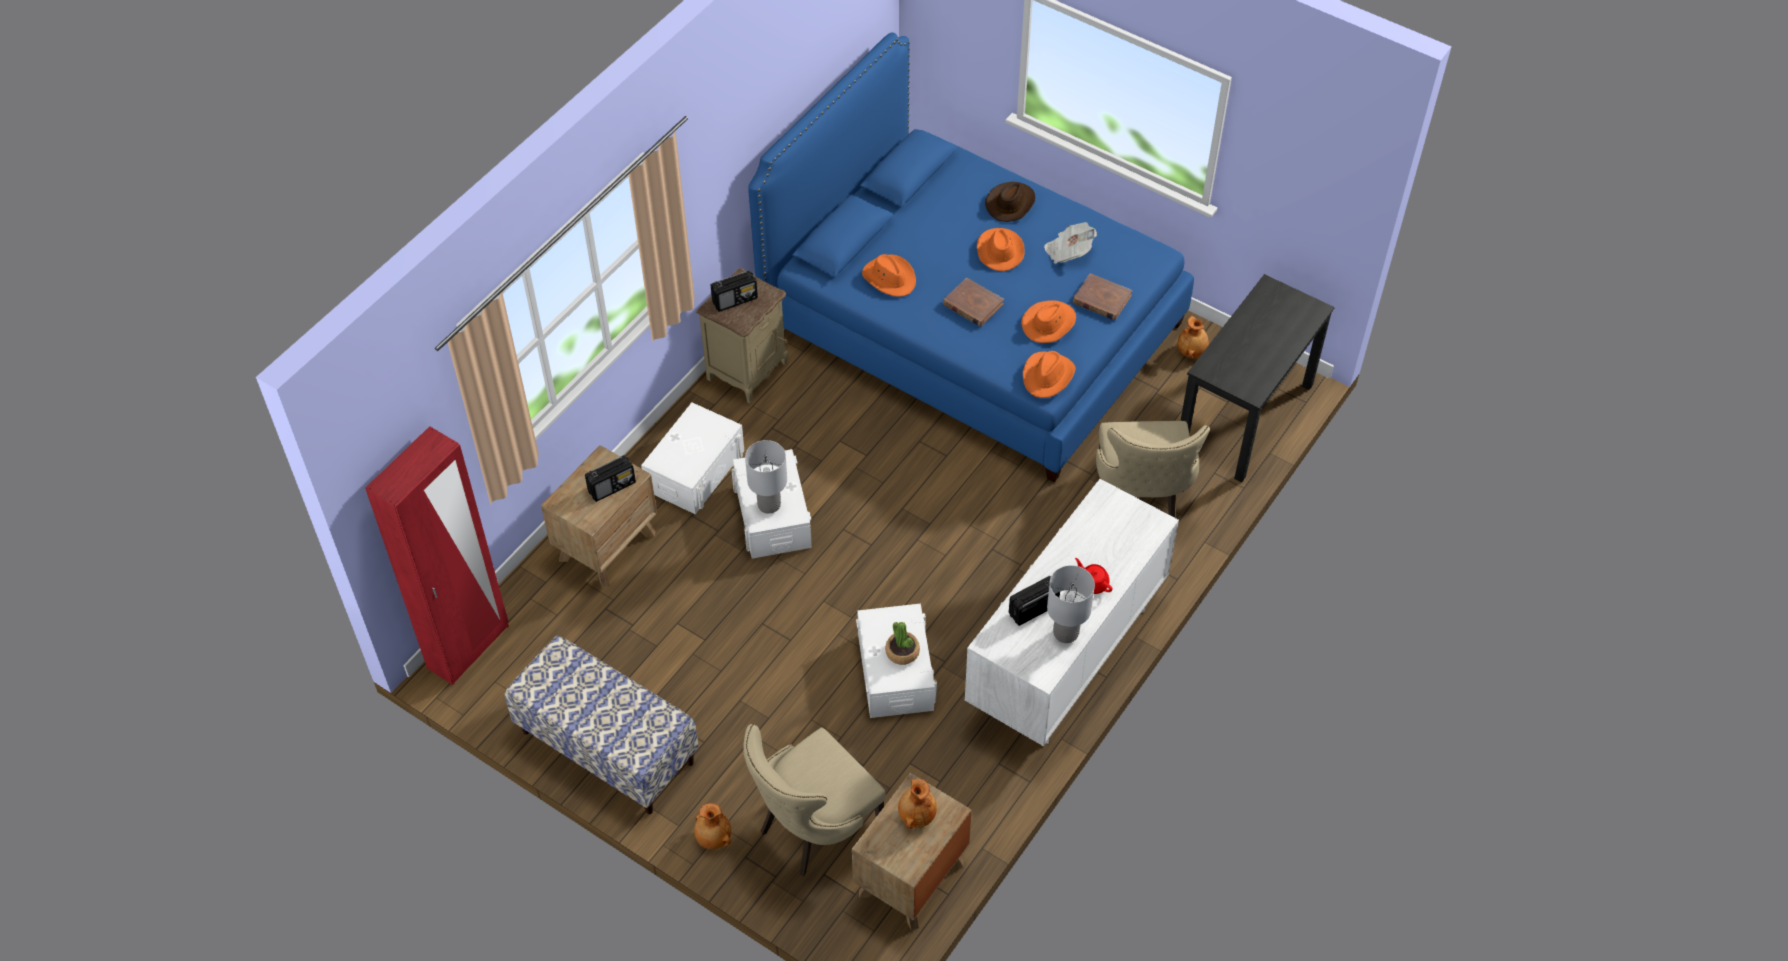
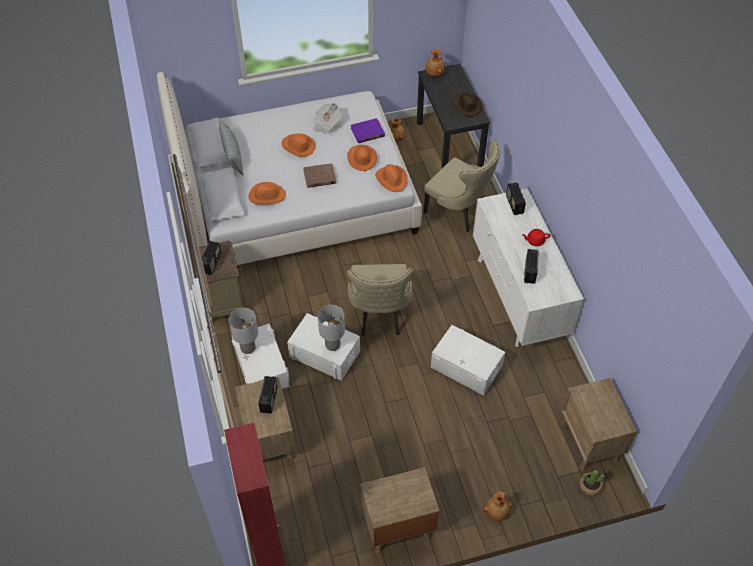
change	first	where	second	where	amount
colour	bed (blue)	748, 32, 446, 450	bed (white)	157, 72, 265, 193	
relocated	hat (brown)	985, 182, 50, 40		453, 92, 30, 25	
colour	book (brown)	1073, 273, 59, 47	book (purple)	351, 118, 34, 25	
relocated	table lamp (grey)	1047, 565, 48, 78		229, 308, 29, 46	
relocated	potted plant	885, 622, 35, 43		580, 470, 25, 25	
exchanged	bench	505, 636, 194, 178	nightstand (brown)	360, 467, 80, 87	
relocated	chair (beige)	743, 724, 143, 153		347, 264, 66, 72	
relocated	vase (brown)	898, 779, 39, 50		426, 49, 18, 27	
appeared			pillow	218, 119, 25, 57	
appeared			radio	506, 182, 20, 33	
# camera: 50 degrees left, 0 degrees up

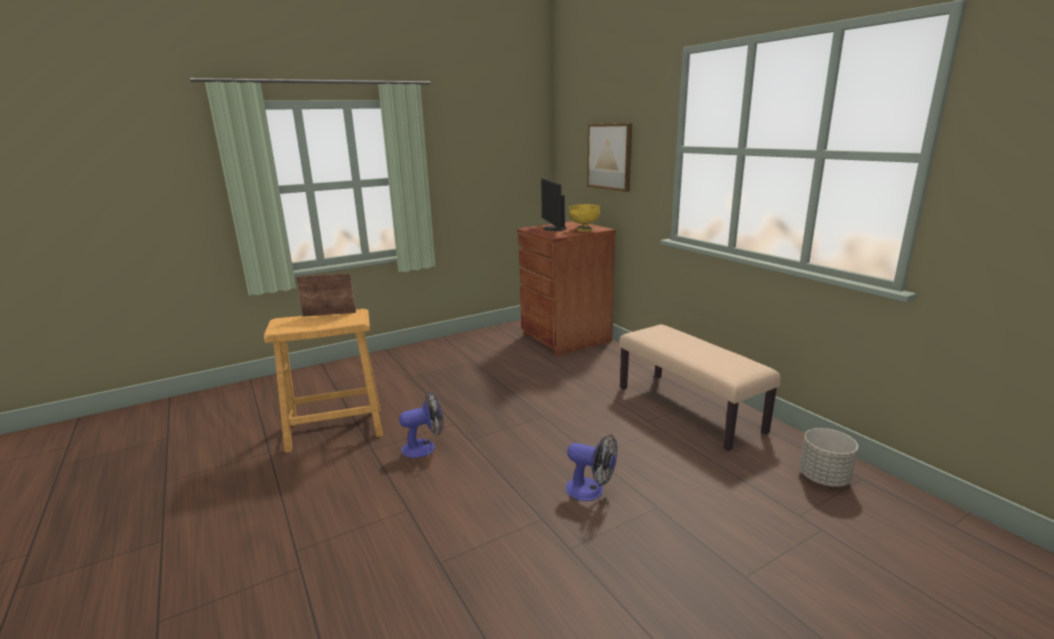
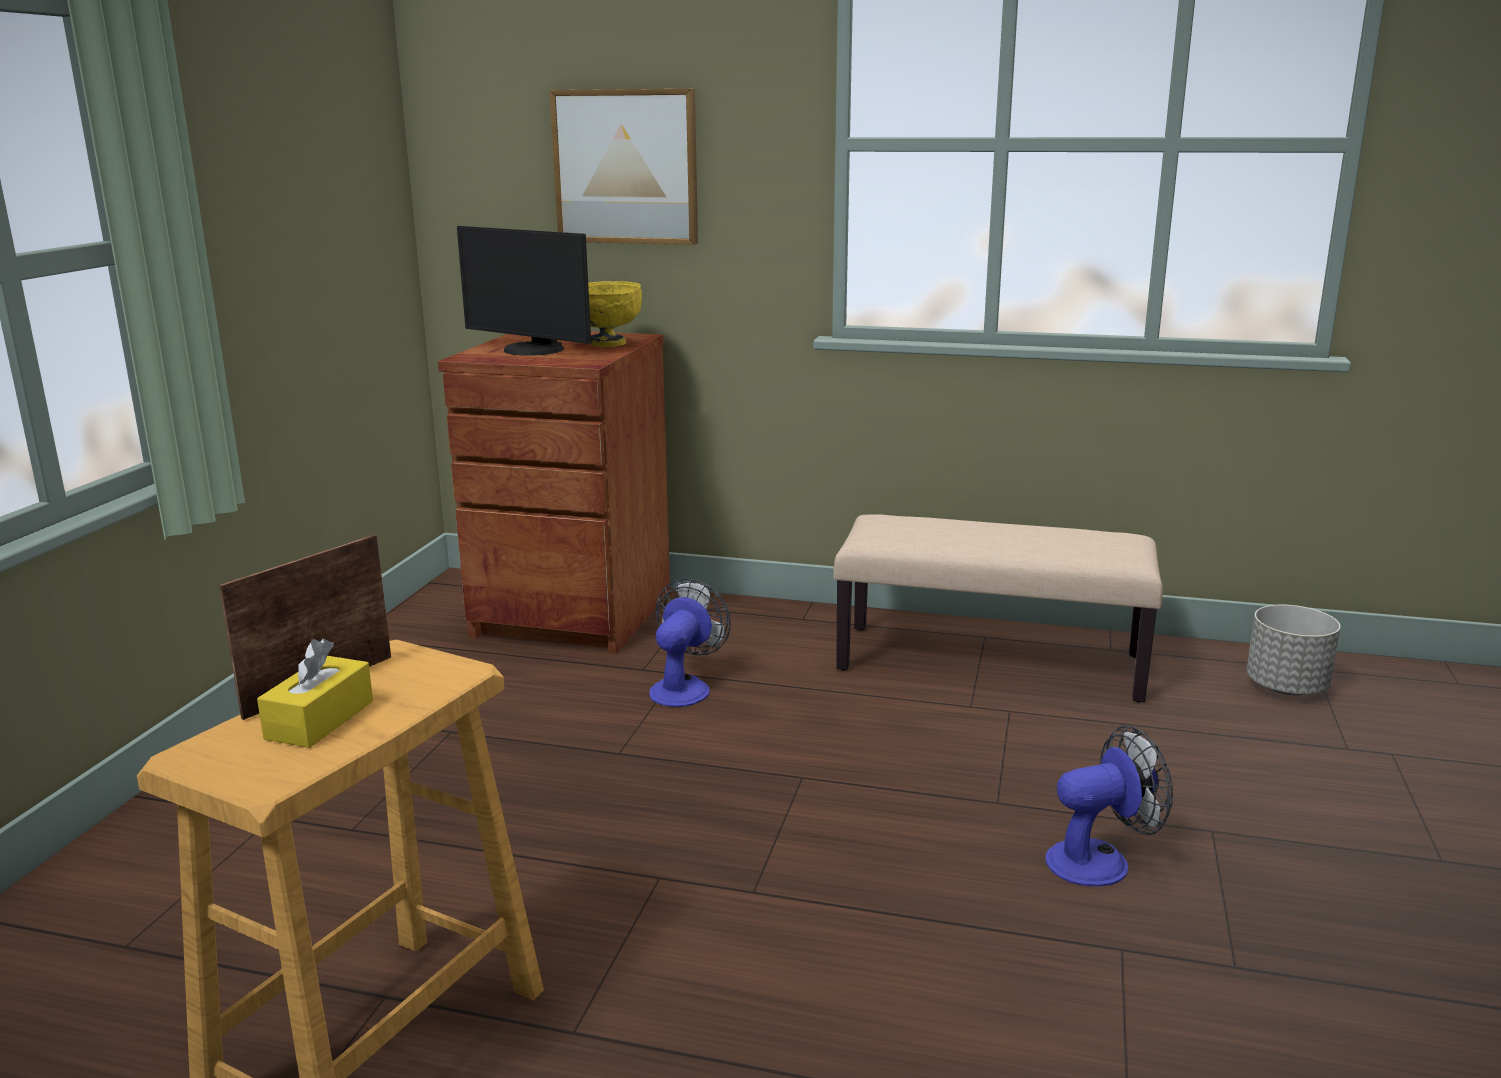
change	first	where	second	where	amount
relocated	fan	399, 392, 44, 66		649, 579, 82, 128	
appeared			tissue box (yellow)	257, 639, 116, 109	
# camera: 45 degrees left, 0 degrees up

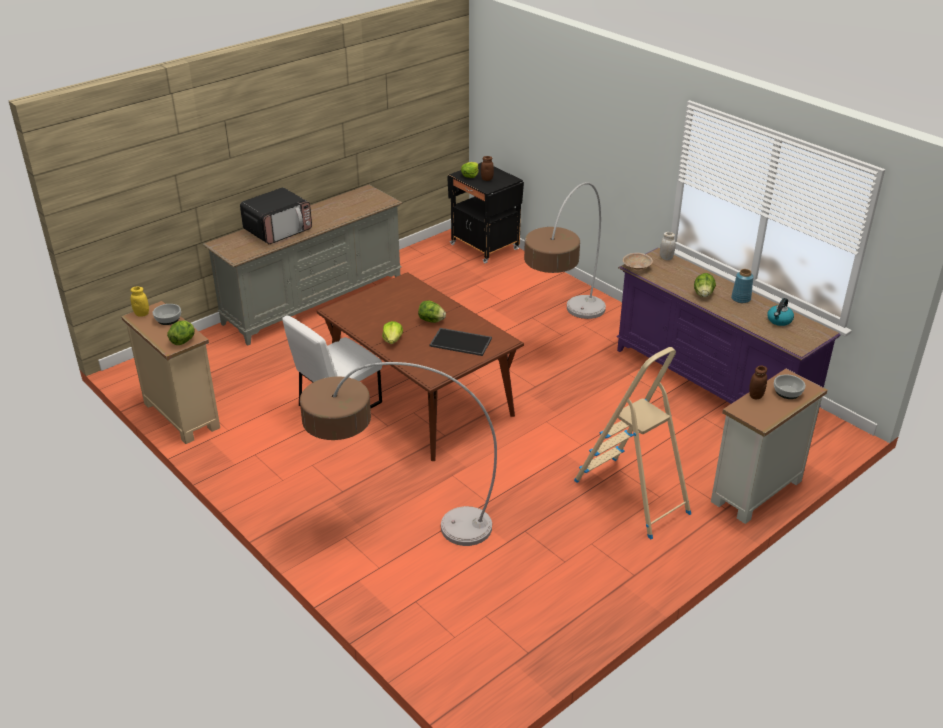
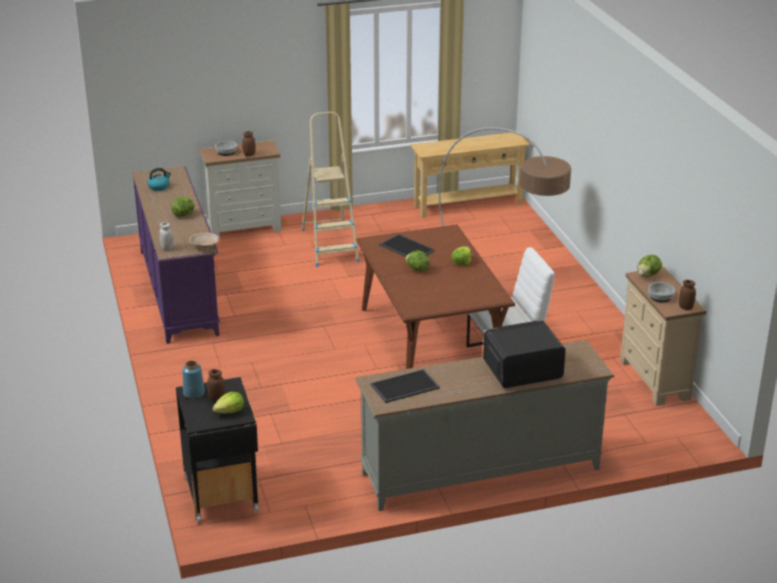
change	first	where	second	where	amount
missing	floor lamp	524, 182, 82, 137			
relocated	vase (blue)	731, 269, 23, 34		182, 360, 23, 39	
colour	jar (yellow)	131, 287, 18, 30	jar (brown)	679, 280, 17, 30	
appeared			console table (beige)	410, 132, 121, 86	
appeared			tray	370, 369, 70, 34	
# camera: 155 degrees left, 5 degrees down

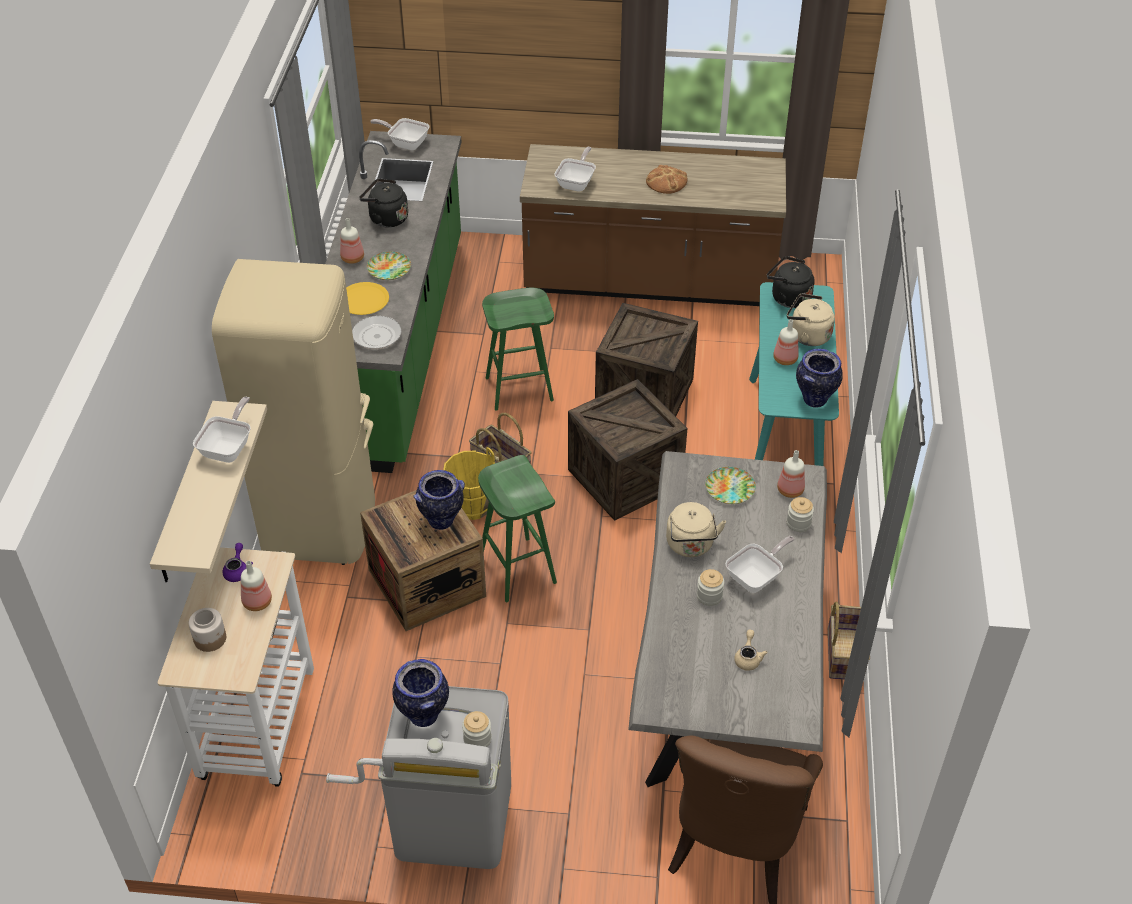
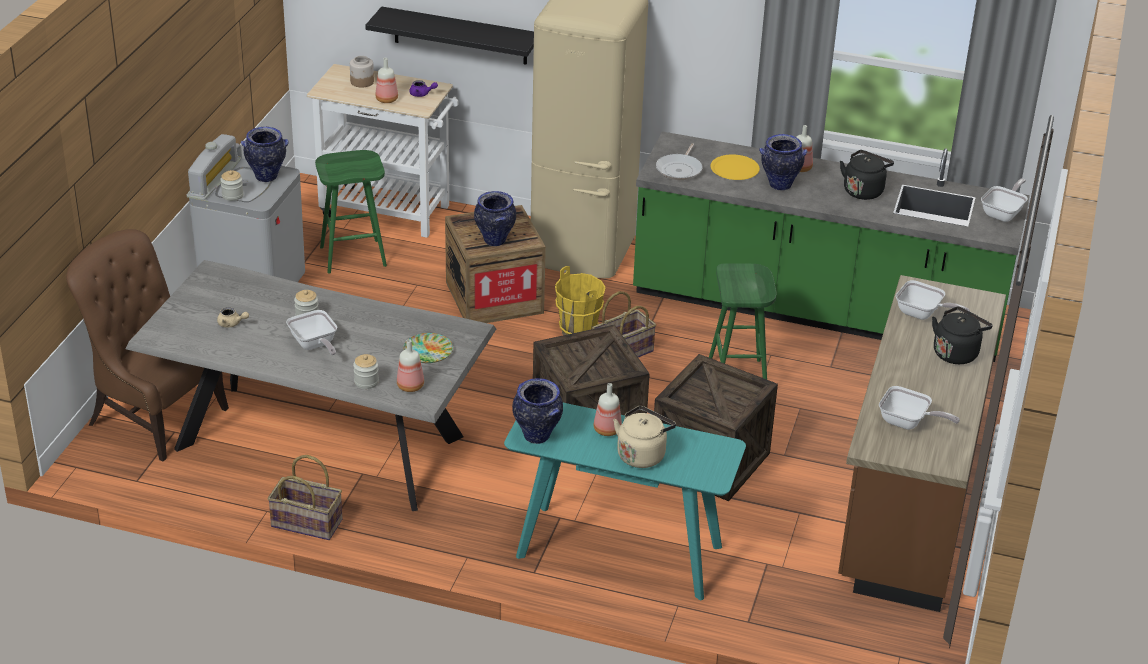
change	first	where	second	where	amount
missing	bread	646, 165, 42, 29			
exchanged	plate	367, 252, 44, 28	vase	759, 134, 49, 56	
relocated	kettle (black)	767, 256, 48, 52		932, 306, 61, 58	
relocated	frying pan	193, 397, 58, 66		879, 386, 81, 44	
colour	shelf (beige)	150, 401, 117, 181	shelf (black)	365, 7, 169, 58	
relocated	stool (green)	478, 455, 79, 147		315, 150, 72, 124	
missing	kettle (beige)	666, 502, 60, 55			
# camera: 100 degrees right, 10 degrees down

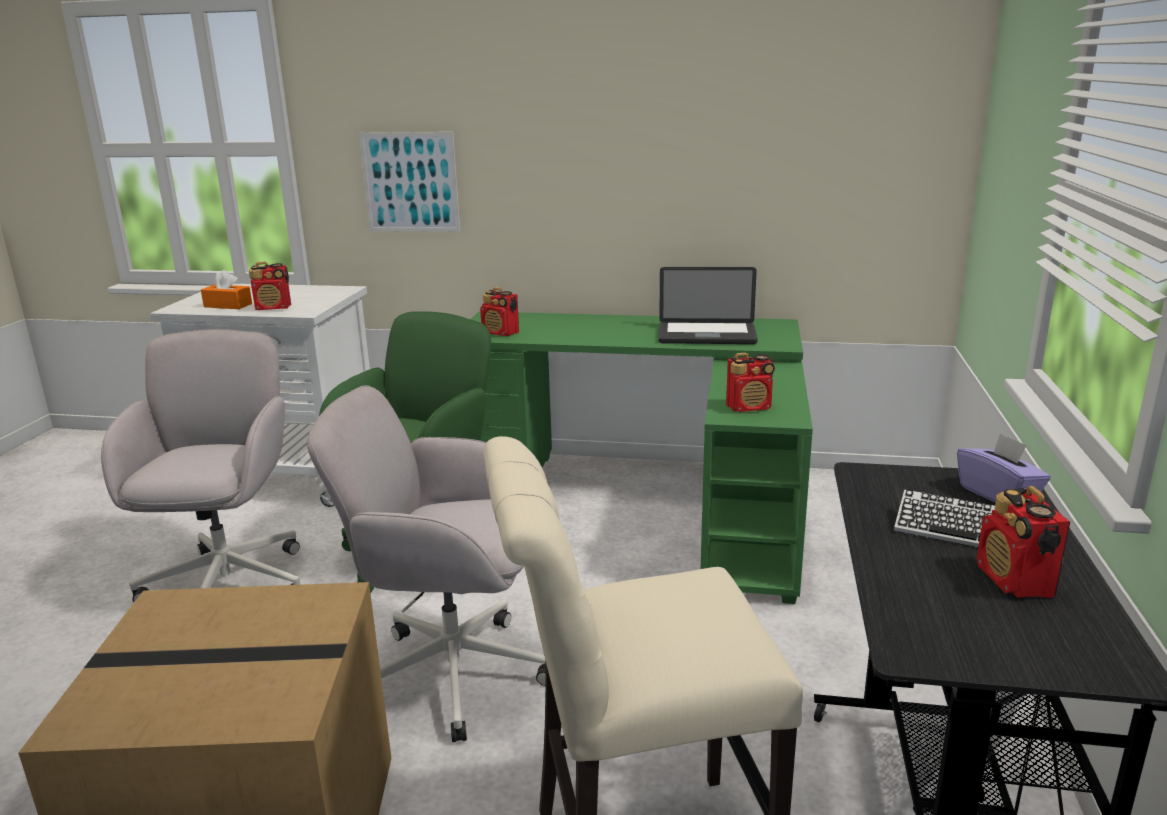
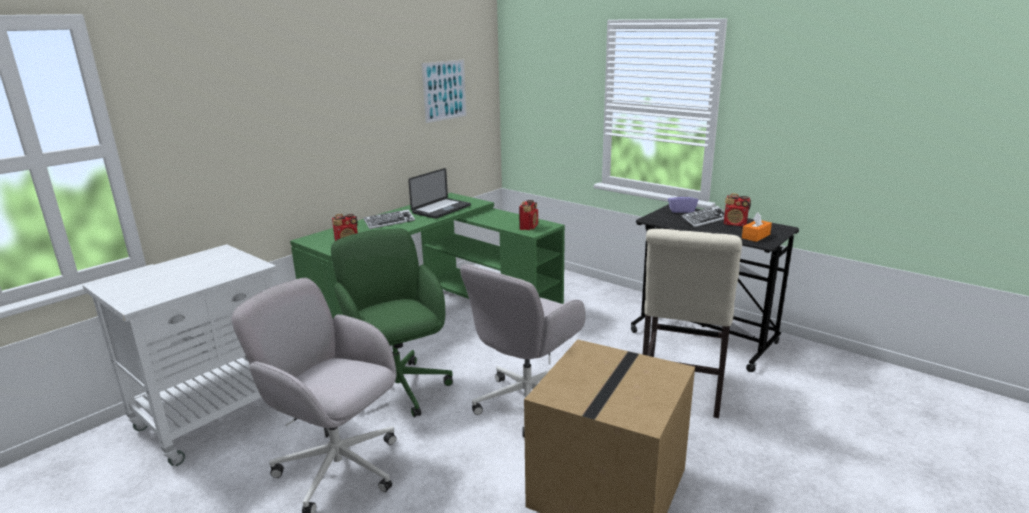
change	first	where	second	where	amount
relocated	picture	359, 132, 101, 100		422, 60, 45, 63	
missing	radio	249, 262, 42, 48			
relocated	tissue box (orange)	201, 270, 51, 39		742, 212, 30, 30	
appeared			keyboard	363, 209, 52, 20	
# camera: 60 degrees left, 0 degrees up

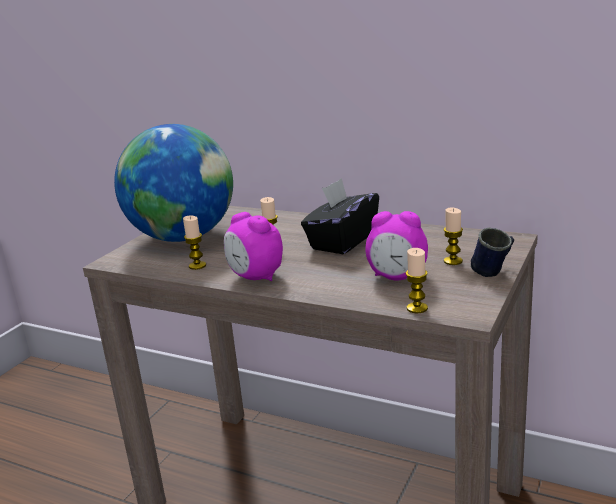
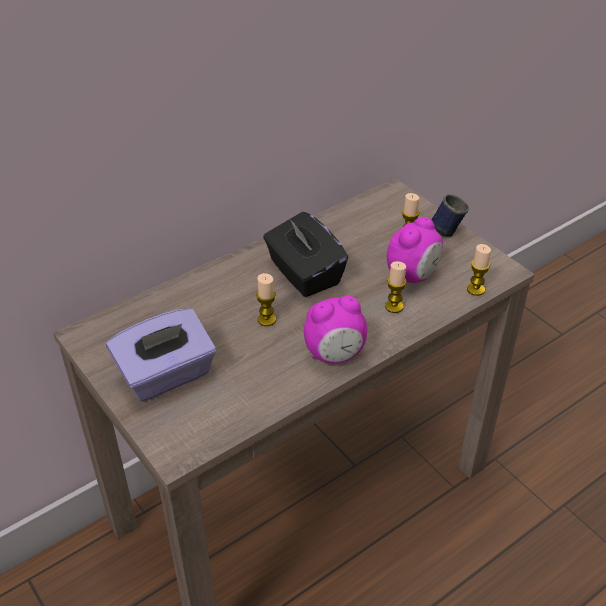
change	first	where	second	where	amount
exchanged	globe	114, 124, 119, 118	tissue box (purple)	106, 308, 110, 94	
relocated	candle	183, 216, 23, 54		385, 261, 22, 52	
# camera: 65 degrees left, 20 degrees up

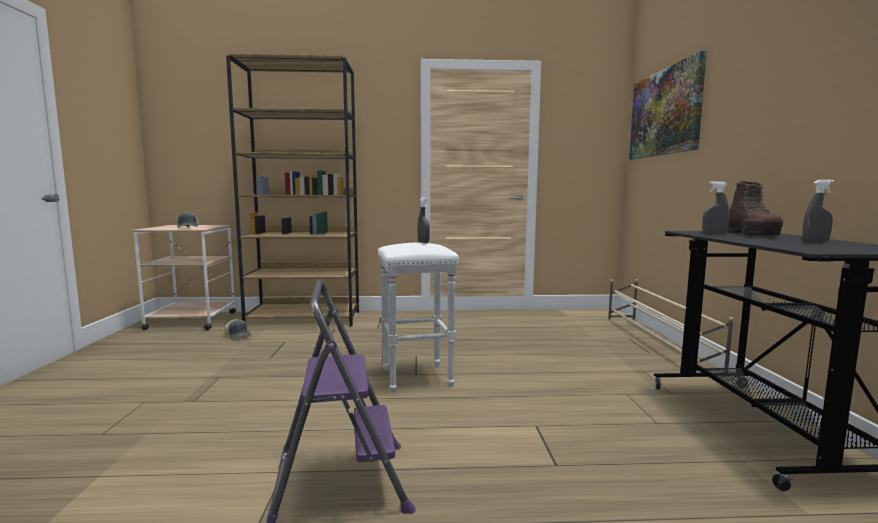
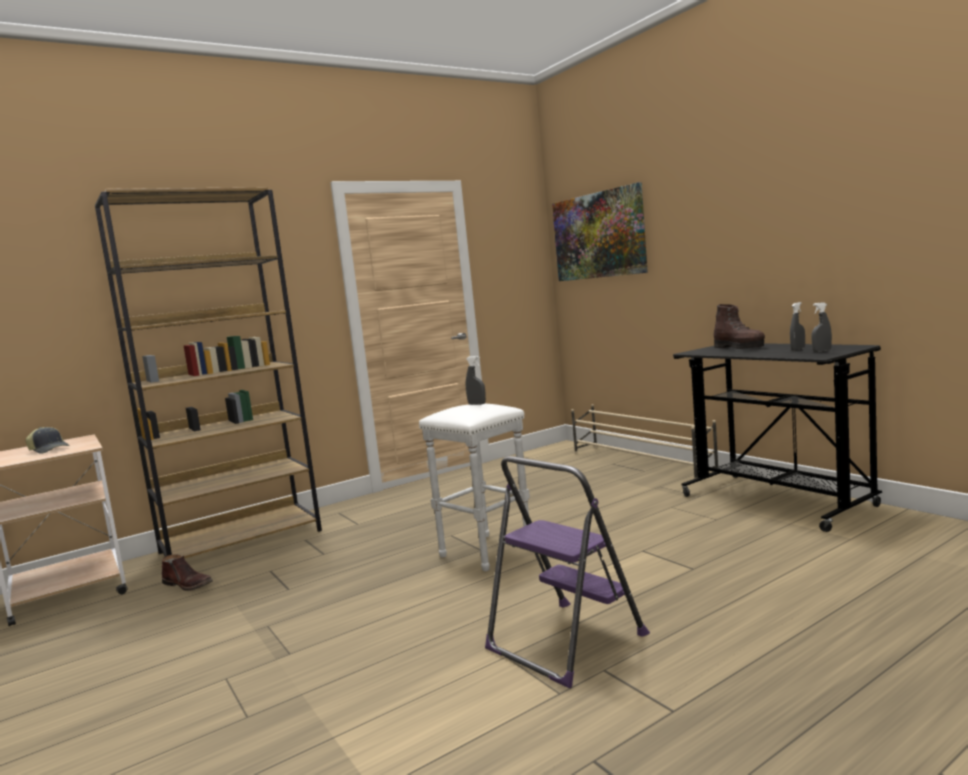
change	first	where	second	where	amount
relocated	spray bottle (grey)	702, 181, 28, 54		812, 302, 20, 50	
exchanged	cap	224, 319, 27, 21	boot (brown)	162, 554, 51, 37	
# camera: 30 degrees left, 0 degrees up

